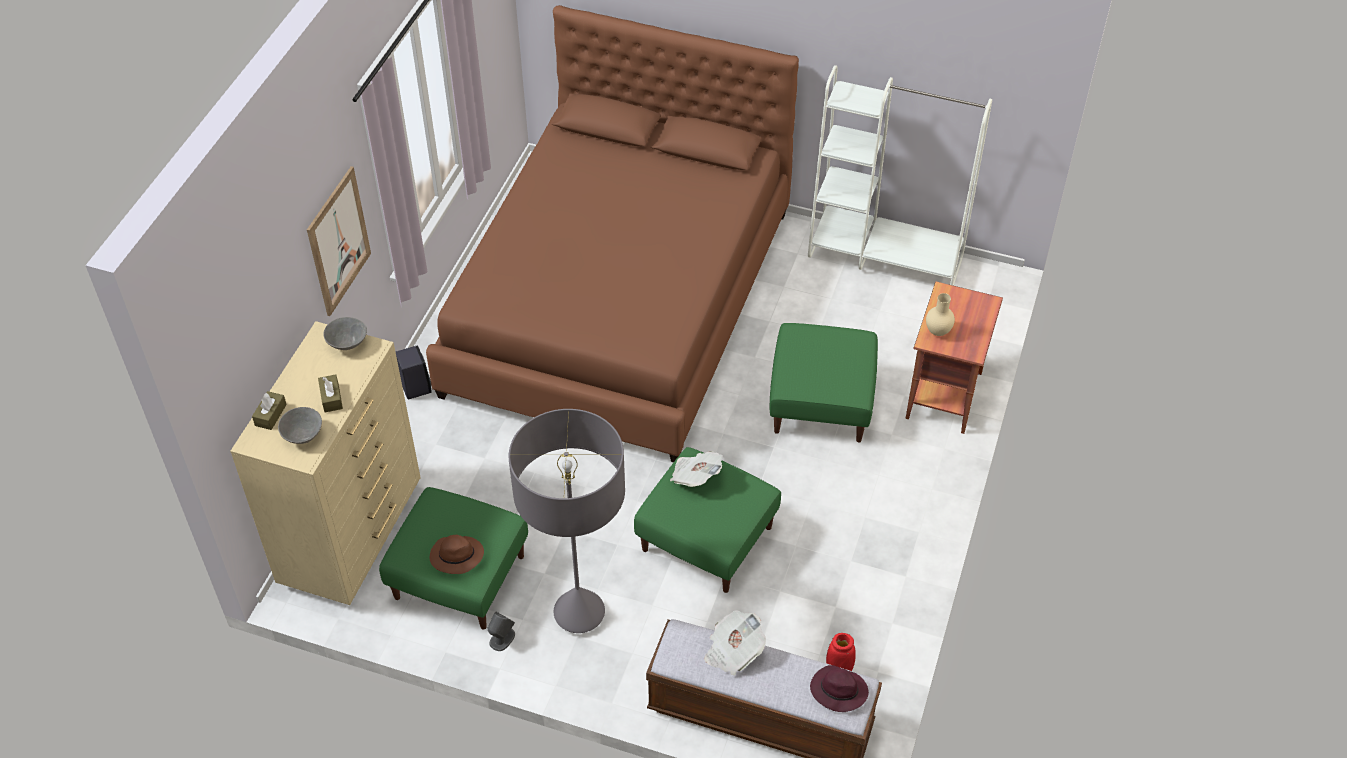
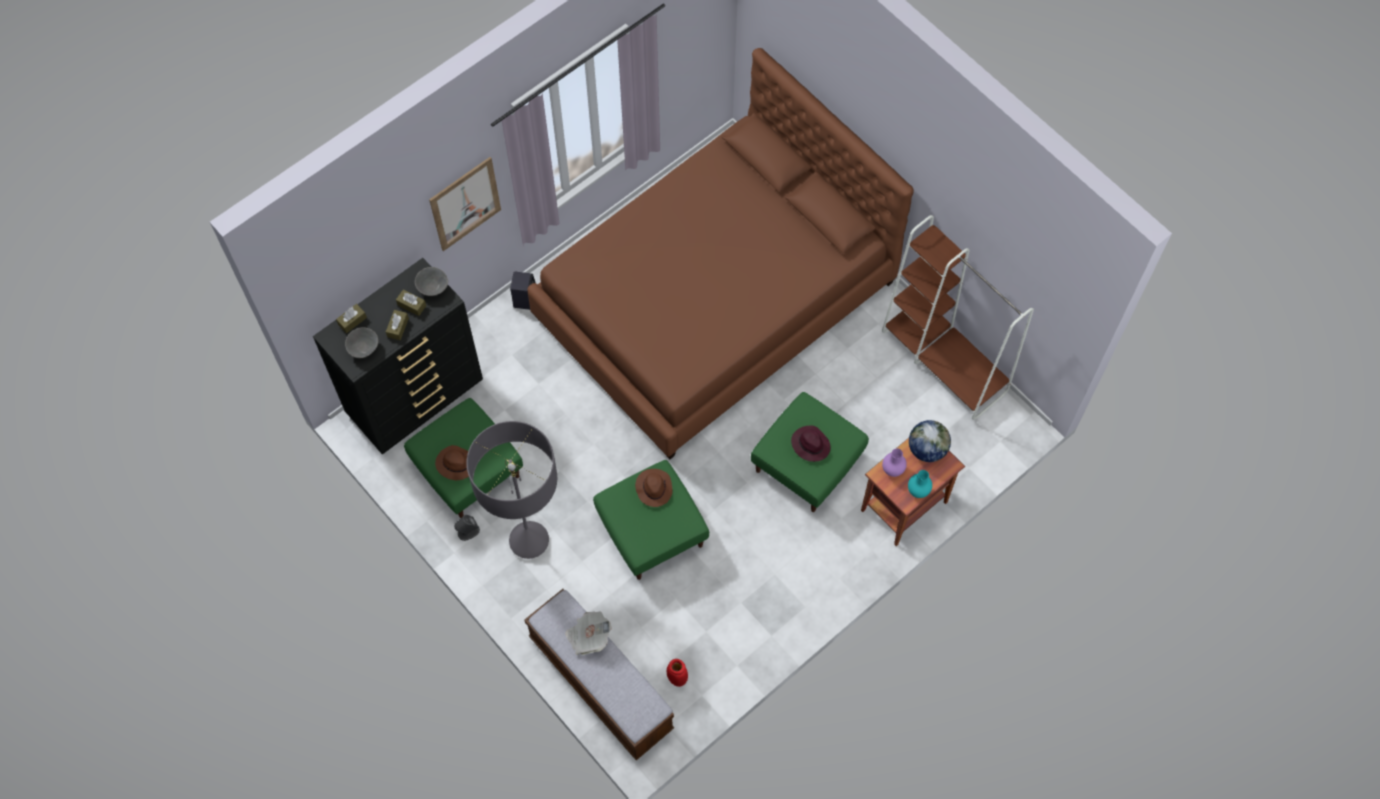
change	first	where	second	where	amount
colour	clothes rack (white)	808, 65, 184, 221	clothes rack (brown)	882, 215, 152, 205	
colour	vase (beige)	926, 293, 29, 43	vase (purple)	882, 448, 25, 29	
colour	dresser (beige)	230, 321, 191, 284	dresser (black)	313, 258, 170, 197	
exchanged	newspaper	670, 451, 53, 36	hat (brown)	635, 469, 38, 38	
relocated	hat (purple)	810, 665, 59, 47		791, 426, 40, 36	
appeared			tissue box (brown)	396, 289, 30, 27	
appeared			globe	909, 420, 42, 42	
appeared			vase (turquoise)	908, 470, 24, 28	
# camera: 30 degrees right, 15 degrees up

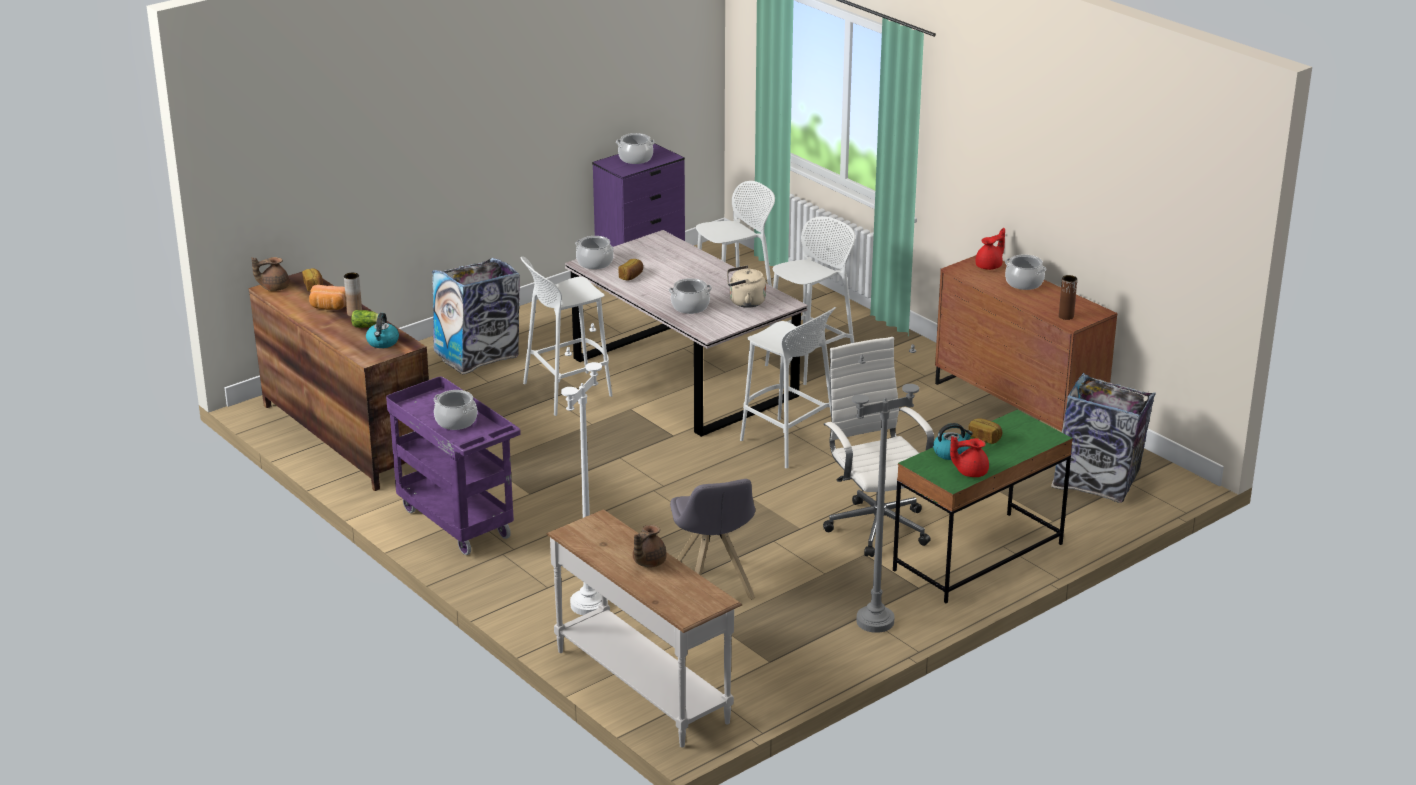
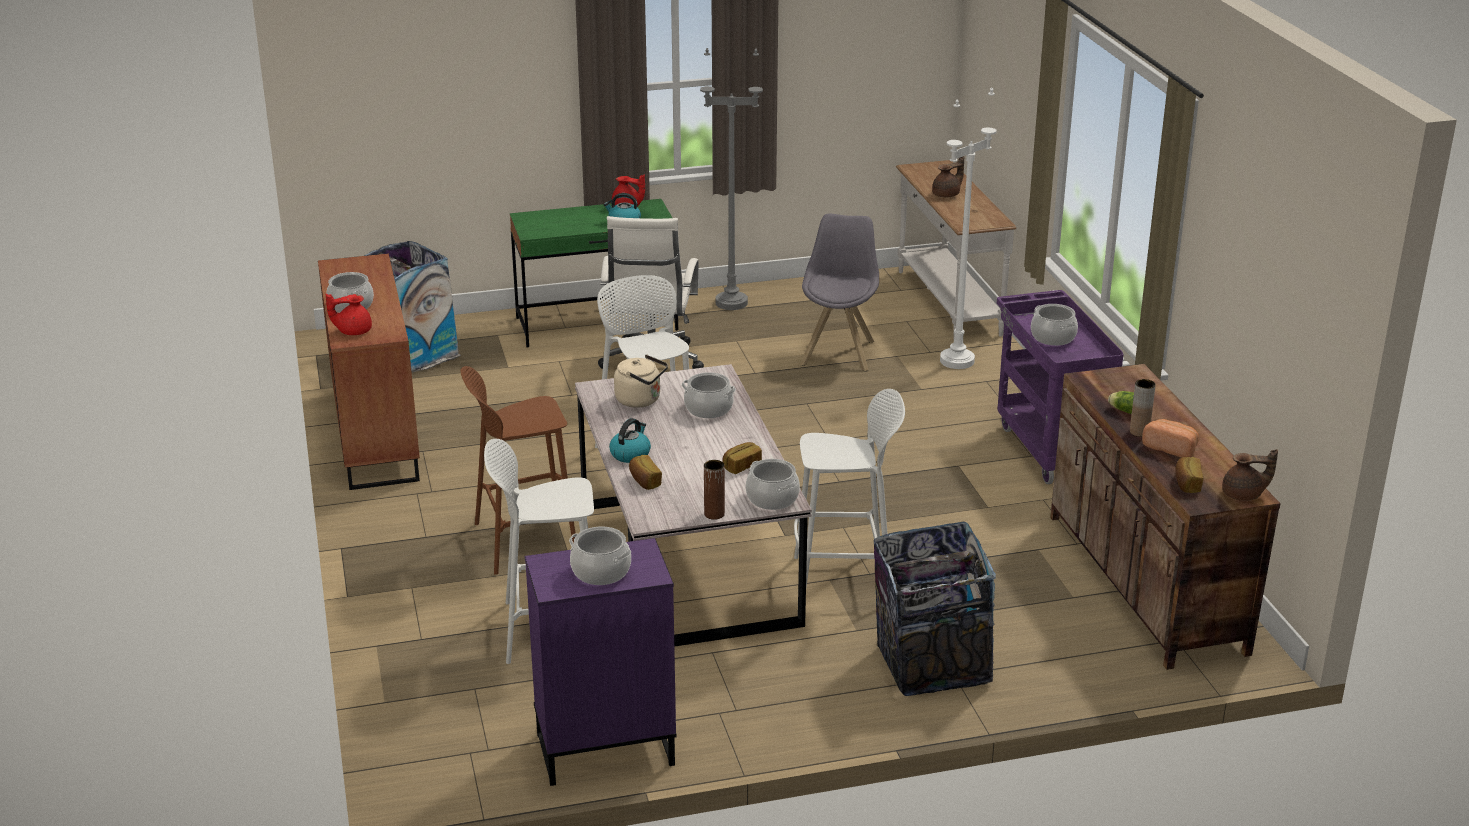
change	first	where	second	where	amount
colour	stool (white)	765, 216, 90, 169	stool (brown)	460, 366, 116, 209	
relocated	vase (brown)	1059, 275, 18, 45		704, 460, 21, 60	
relocated	kettle	366, 313, 33, 35		609, 418, 42, 45	
relocated	bread	968, 418, 34, 26		629, 455, 33, 35	
# camera: 155 degrees left, 0 degrees up

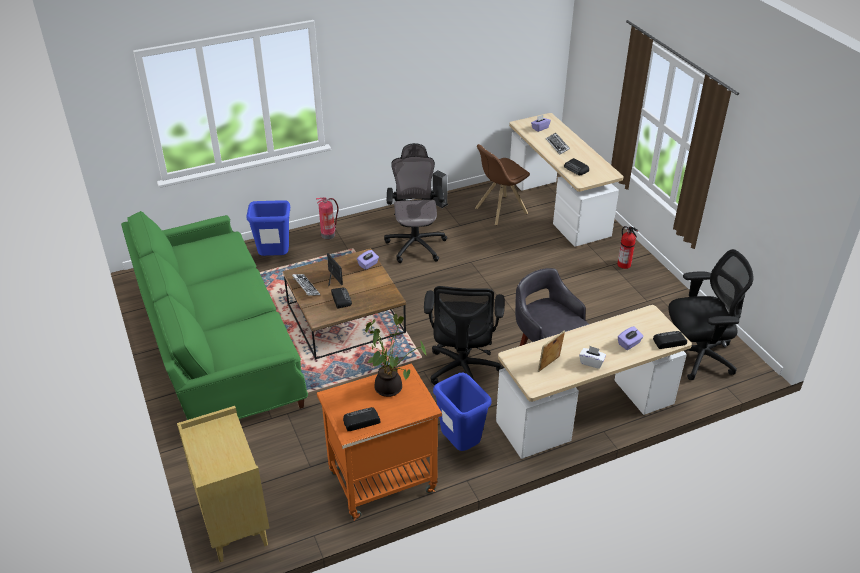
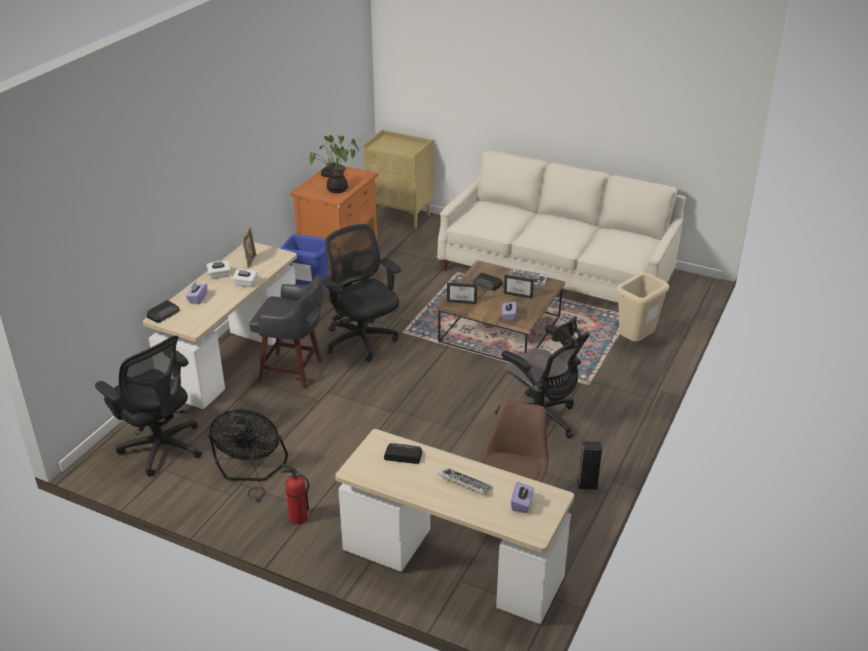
change	first	where	second	where	amount
missing	fire extinguisher	316, 197, 22, 42			
colour	trash can (blue)	247, 200, 43, 56	trash can (beige)	616, 272, 53, 70	
colour	sofa (green)	121, 211, 187, 209	sofa (beige)	437, 150, 249, 153	
spun	office chair (black)	668, 249, 86, 131		95, 335, 107, 141	90 degrees counterclockwise
appeared			tissue box (white)	232, 269, 25, 18	
appeared			picture frame	447, 282, 30, 22	
appeared			fan (black)	208, 409, 80, 94	
# camera: 140 degrees right, 5 degrees down

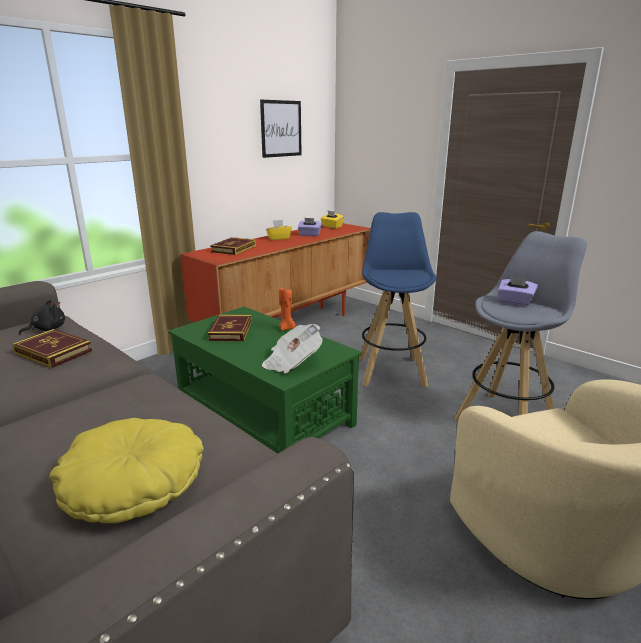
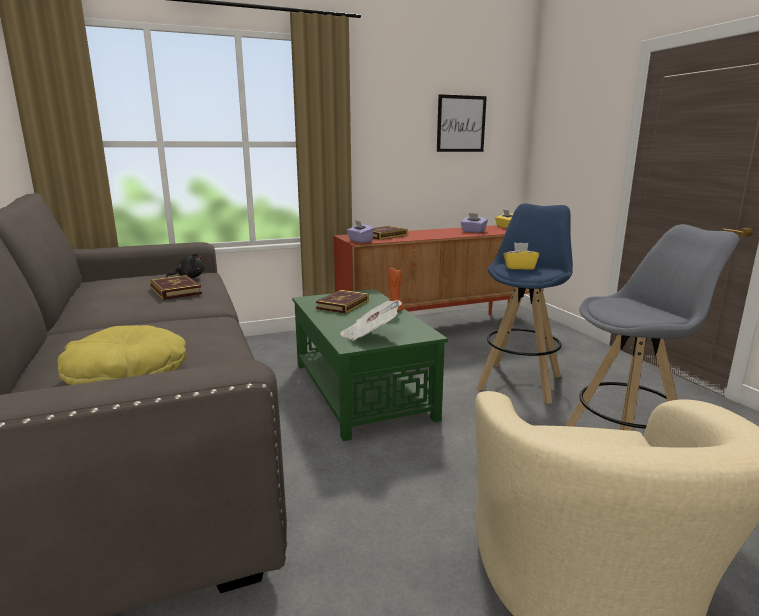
change	first	where	second	where	amount
relocated	tissue box (yellow)	266, 220, 26, 20		503, 243, 36, 27	
relocated	tissue box (purple)	498, 276, 40, 30		347, 220, 27, 23	
# camera: 25 degrees right, 5 degrees down

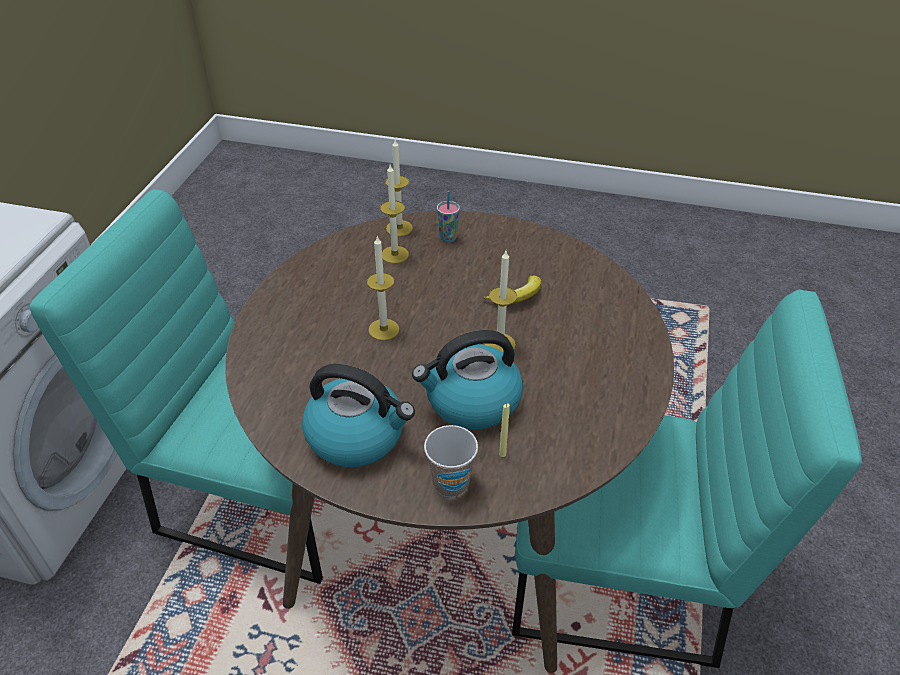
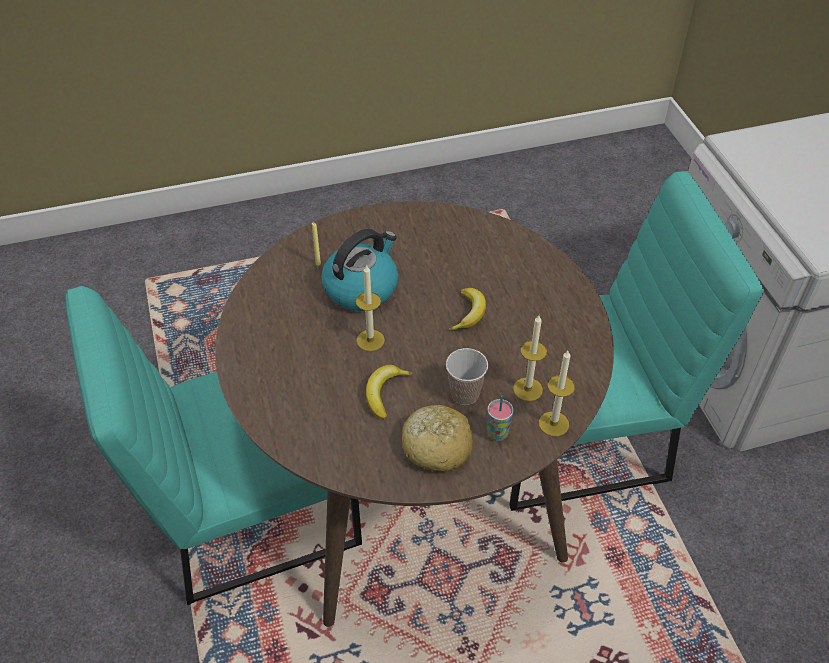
change	first	where	second	where	amount
exchanged	candle	367, 236, 32, 104	banana	449, 288, 37, 43	
missing	kettle	302, 364, 113, 103			
relocated	cup	424, 425, 54, 72		446, 348, 42, 57	
appeared			bread	402, 405, 71, 66	
# camera: 150 degrees right, 5 degrees up

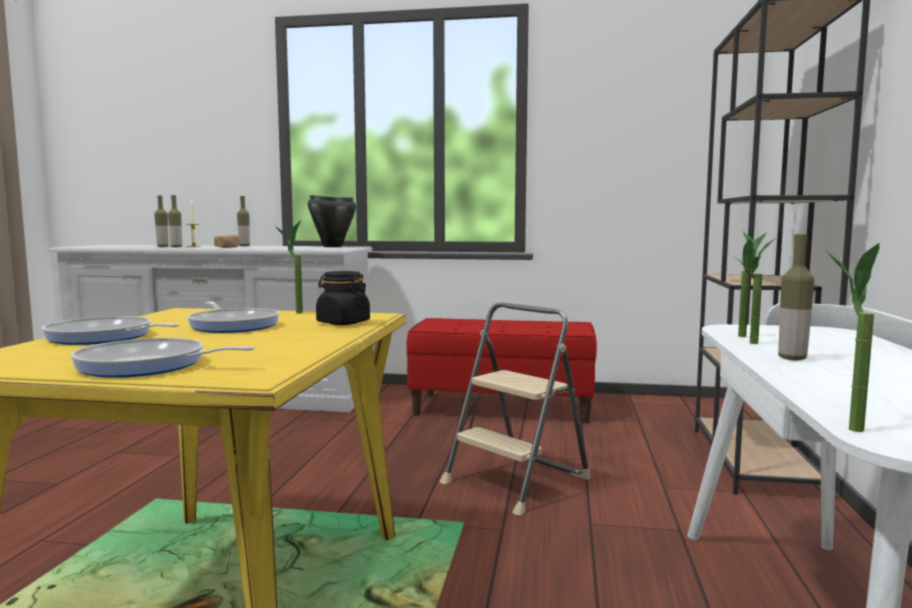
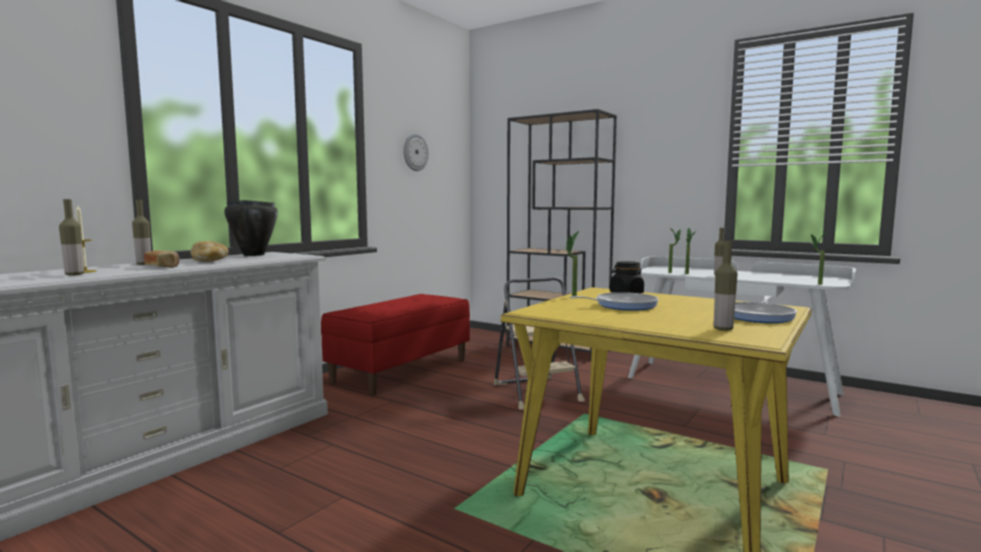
change	first	where	second	where	amount
relocated	bottle	154, 195, 15, 52		714, 241, 23, 90	
missing	frying pan	41, 316, 138, 29			
appeared			wall clock	403, 133, 26, 38	
appeared			bread	190, 241, 39, 21	
# camera: 65 degrees left, 0 degrees up

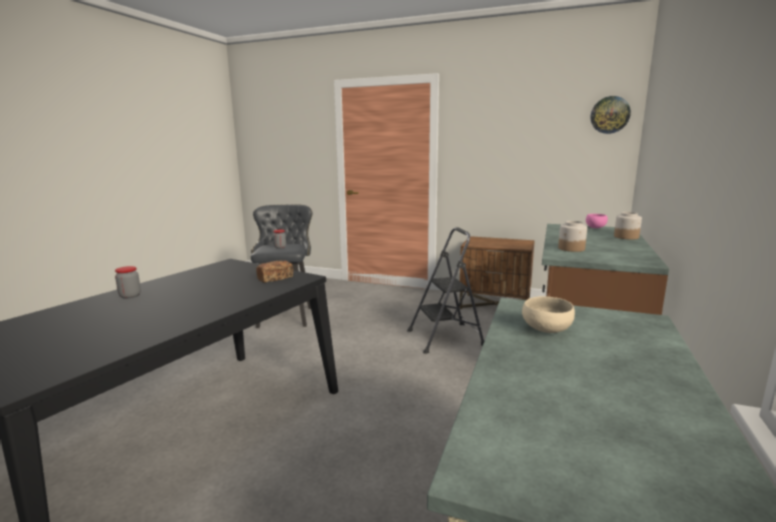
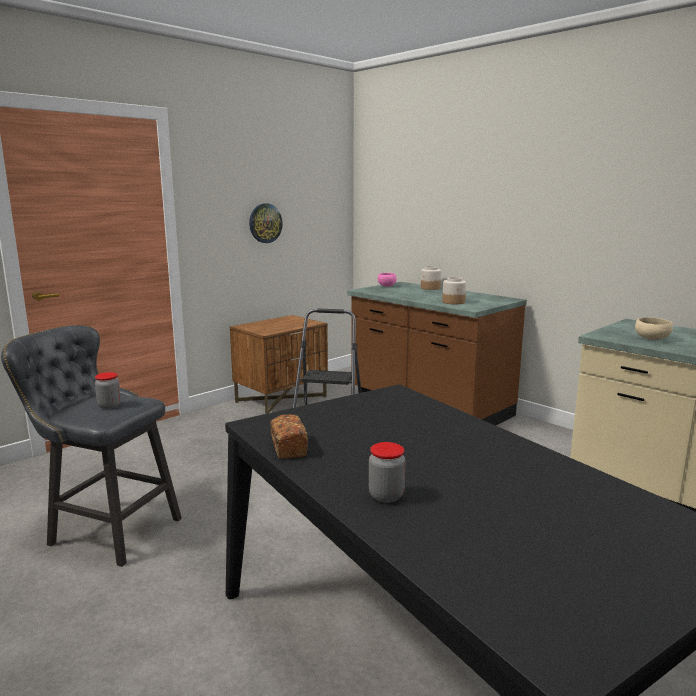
change	first	where	second	where	amount
relocated	wall clock	591, 96, 40, 38		249, 204, 34, 39	
relocated	bread	256, 260, 37, 23		270, 415, 38, 44	
# camera: 65 degrees left, 0 degrees up

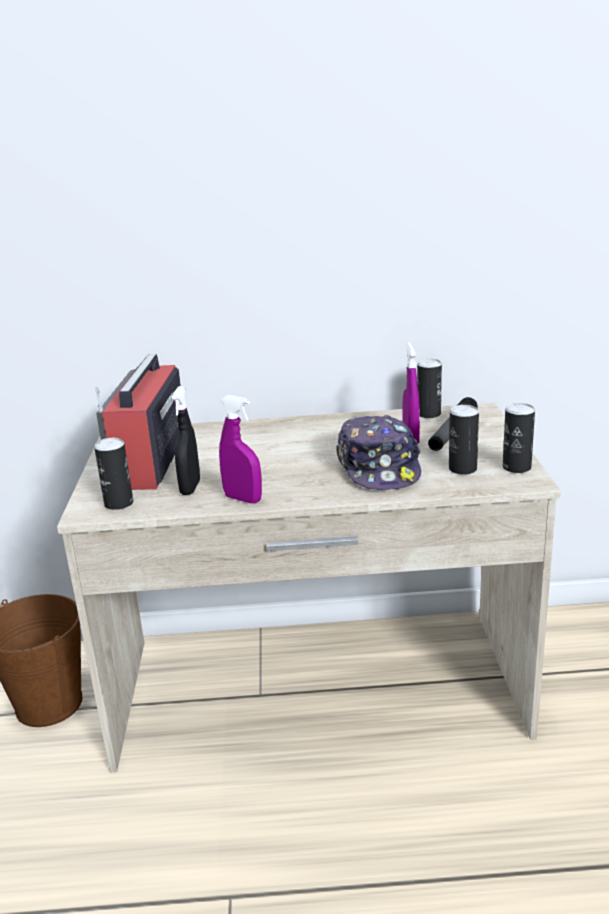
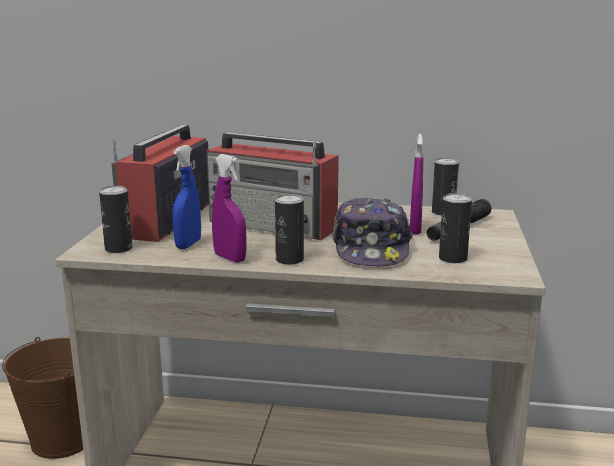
change	first	where	second	where	amount
colour	spray bottle (black)	172, 386, 28, 109	spray bottle (blue)	172, 145, 29, 104	
relocated	can	503, 403, 32, 70		275, 194, 29, 71	
appeared			radio	207, 132, 132, 108	
# camera: 10 degrees right, 5 degrees down

